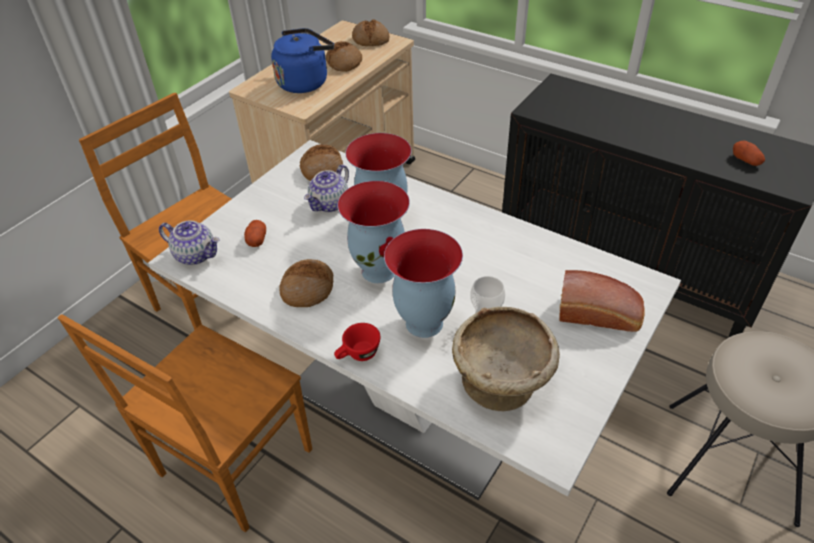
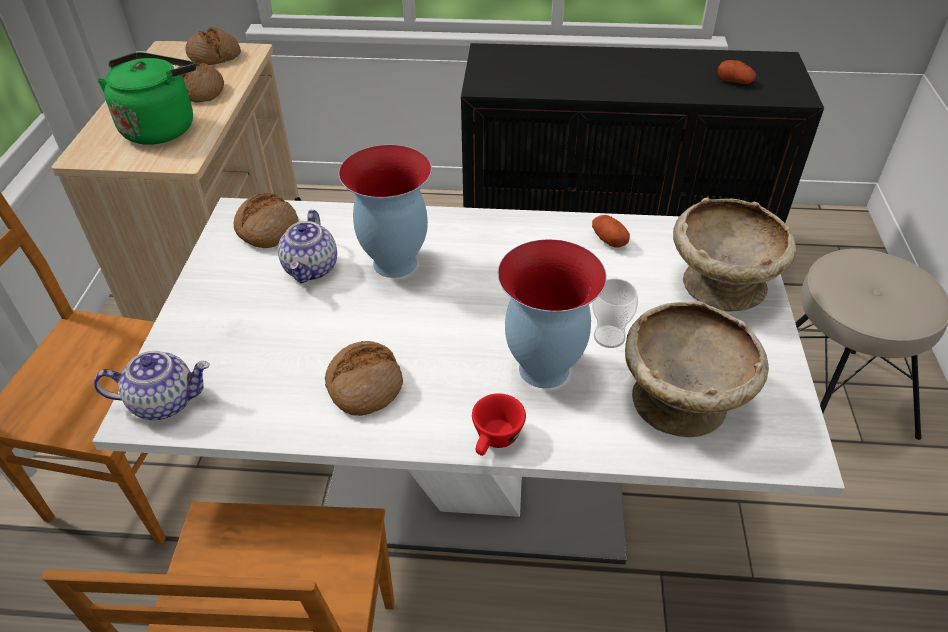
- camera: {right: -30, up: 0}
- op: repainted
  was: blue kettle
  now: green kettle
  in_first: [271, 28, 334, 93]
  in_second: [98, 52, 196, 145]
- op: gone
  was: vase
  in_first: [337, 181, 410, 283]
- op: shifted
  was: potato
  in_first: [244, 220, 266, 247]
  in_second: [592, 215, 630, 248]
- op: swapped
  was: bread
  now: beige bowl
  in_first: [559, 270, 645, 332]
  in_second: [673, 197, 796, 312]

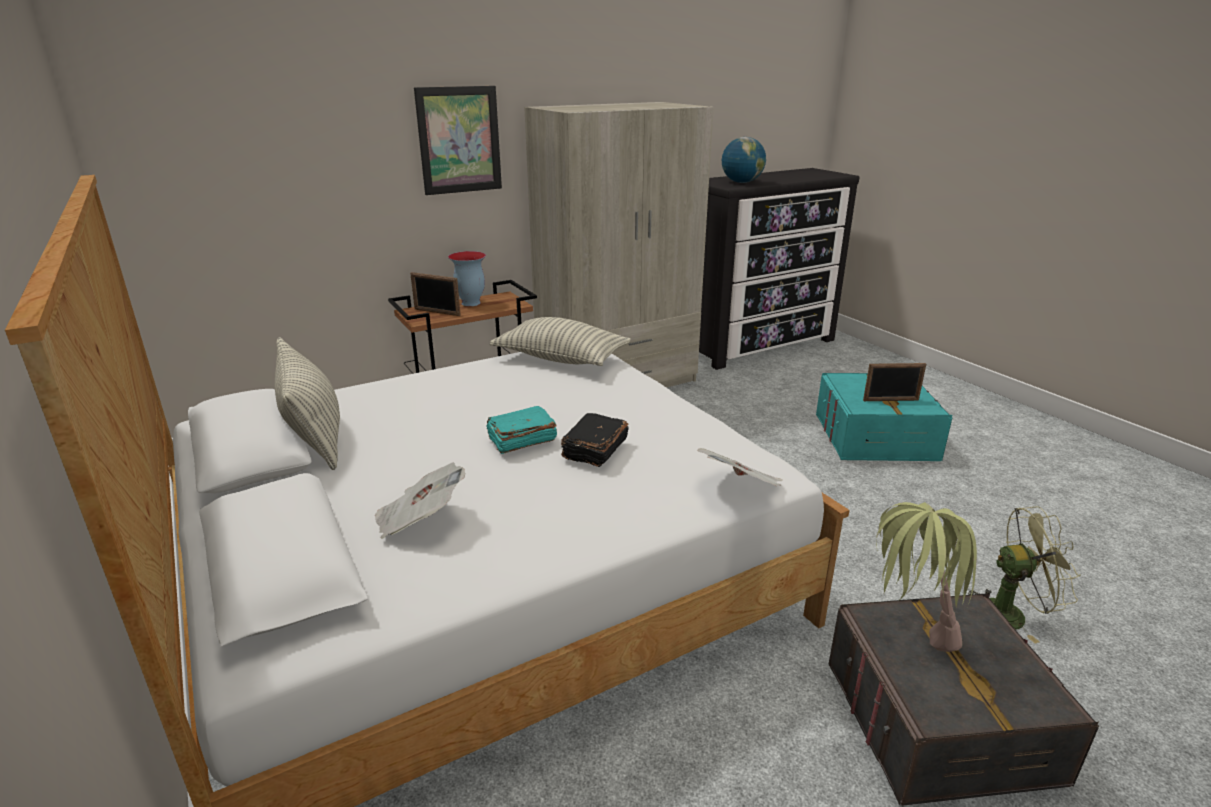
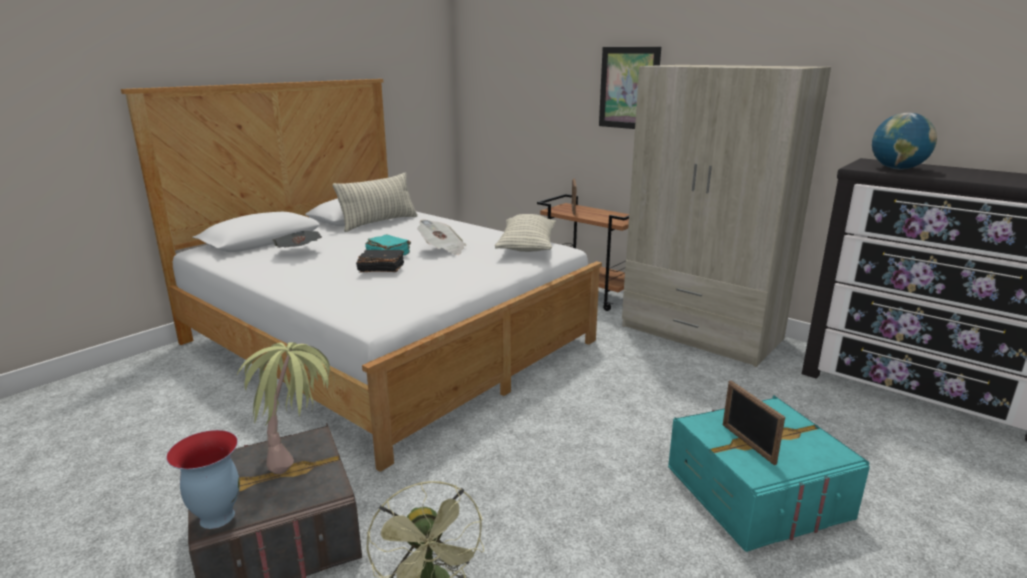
- camera: {right: 70, up: -5}
- op: shifted
  was: vase
  in_first: [448, 251, 486, 306]
  in_second: [166, 430, 240, 529]
- op: shifted
  was: newspaper
  in_first: [697, 448, 783, 486]
  in_second: [417, 219, 467, 255]

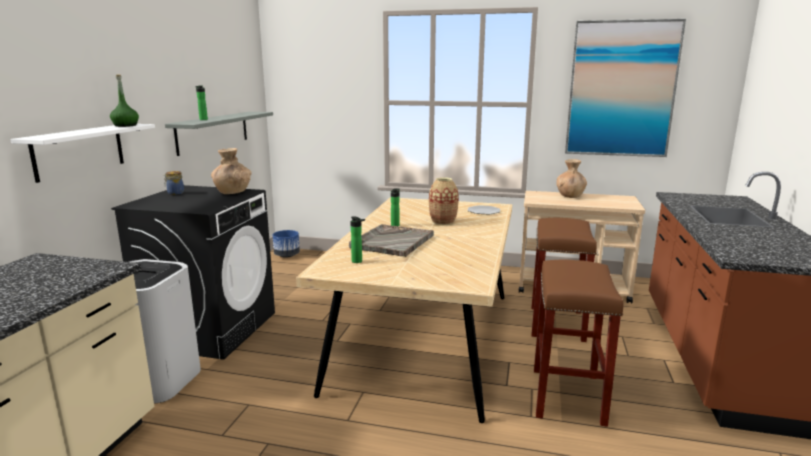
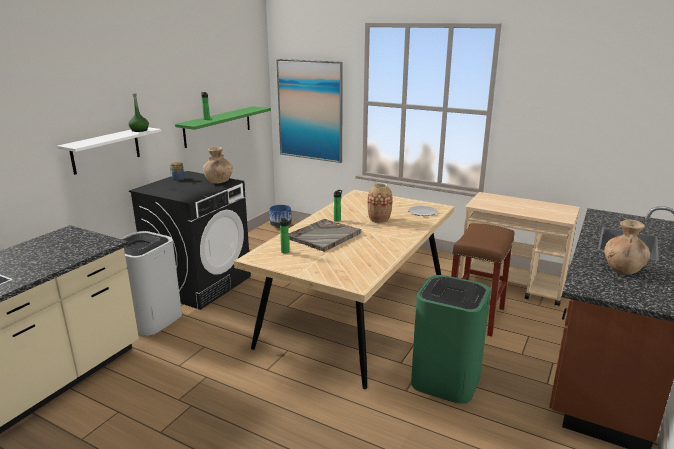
- camera: {right: 15, up: 5}
- op: shifted
  was: picture
  in_first: [565, 19, 686, 157]
  in_second: [276, 59, 343, 163]
- op: repainted
  was: grey shelf
  now: green shelf
  in_first: [165, 112, 273, 156]
  in_second: [175, 106, 271, 148]
- op: shifted
  was: brown vase
  in_first: [556, 159, 587, 198]
  in_second: [604, 219, 650, 275]
- op: swapped
  was: brown stool
  now: green trash can
  in_first: [534, 260, 623, 427]
  in_second: [411, 275, 491, 404]

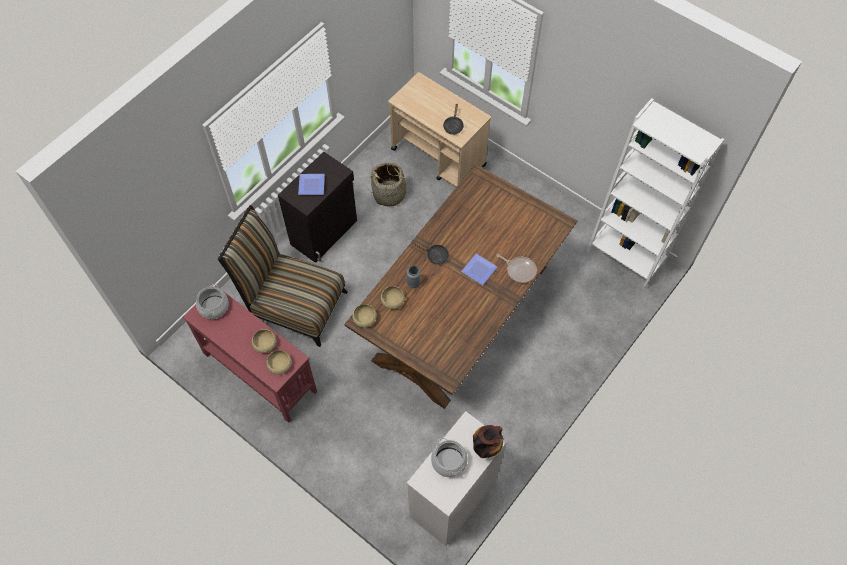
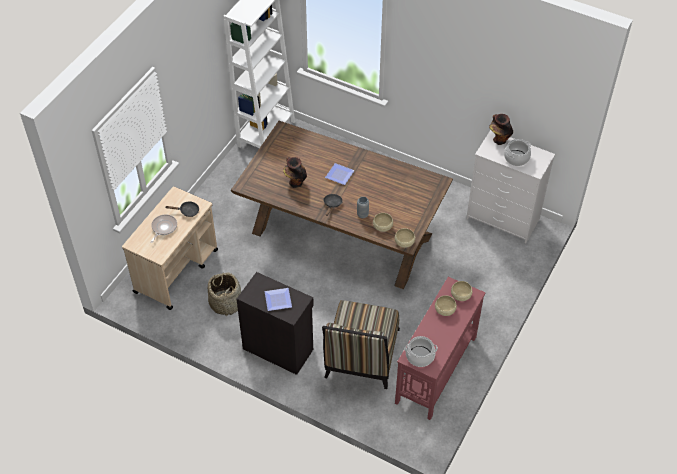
- camera: {right: -100, up: -10}
- op: shifted
  was: frying pan
  in_first: [496, 254, 537, 283]
  in_second: [150, 214, 177, 243]
- op: new
  now: vase
  in_second: [283, 157, 307, 188]

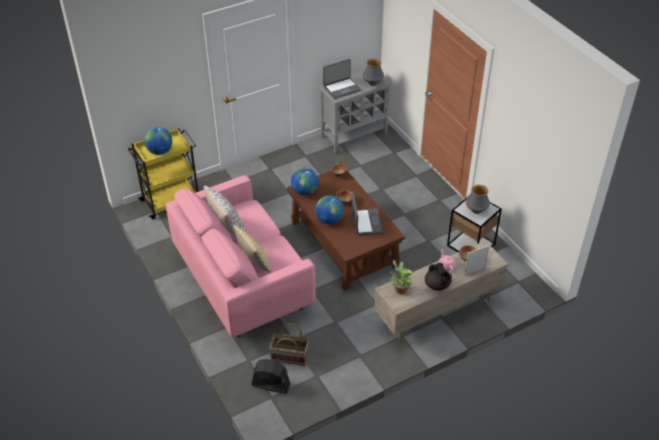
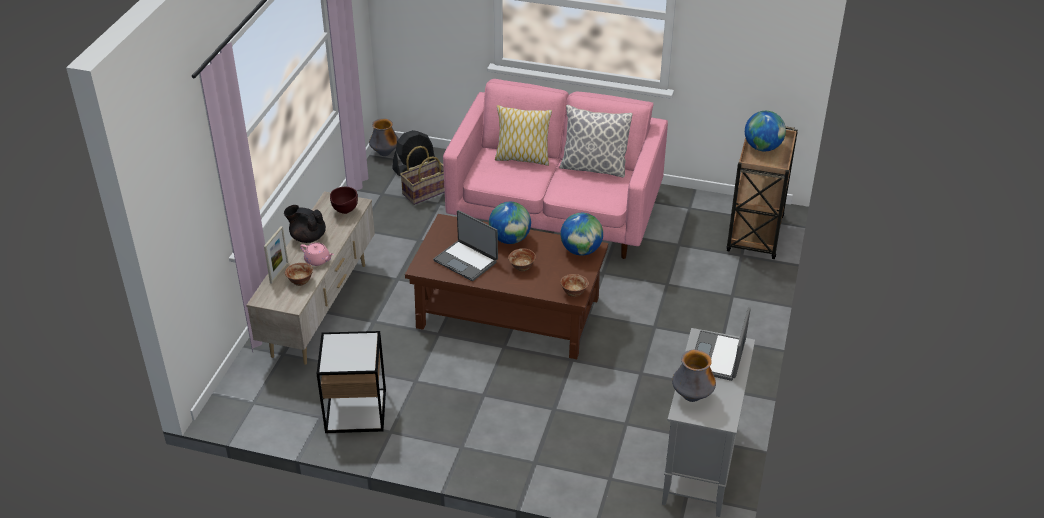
- camera: {right: 135, up: -5}
- op: repainted
  was: yellow cart
  now: brown cart
  in_first: [128, 128, 199, 219]
  in_second: [726, 126, 798, 259]
- op: shifted
  was: vase
  in_first: [466, 185, 490, 214]
  in_second: [369, 118, 399, 156]
- op: swapped
  was: potted plant
  now: brown bowl
  in_first: [390, 260, 414, 295]
  in_second: [330, 187, 358, 214]

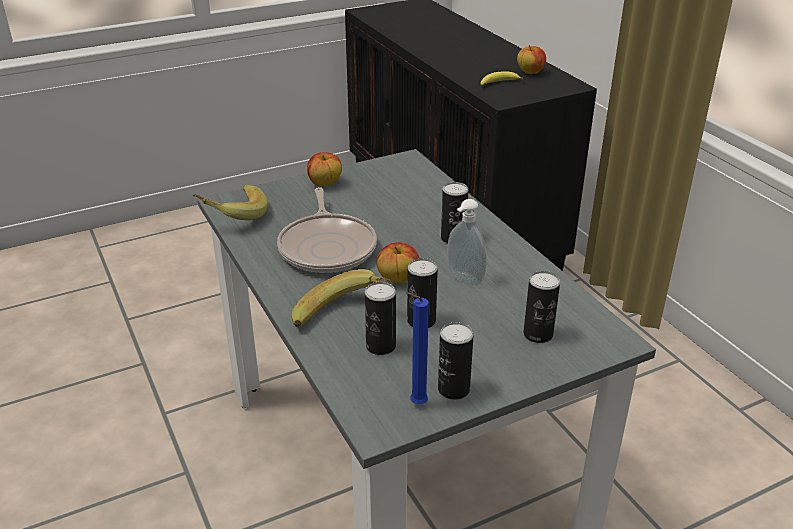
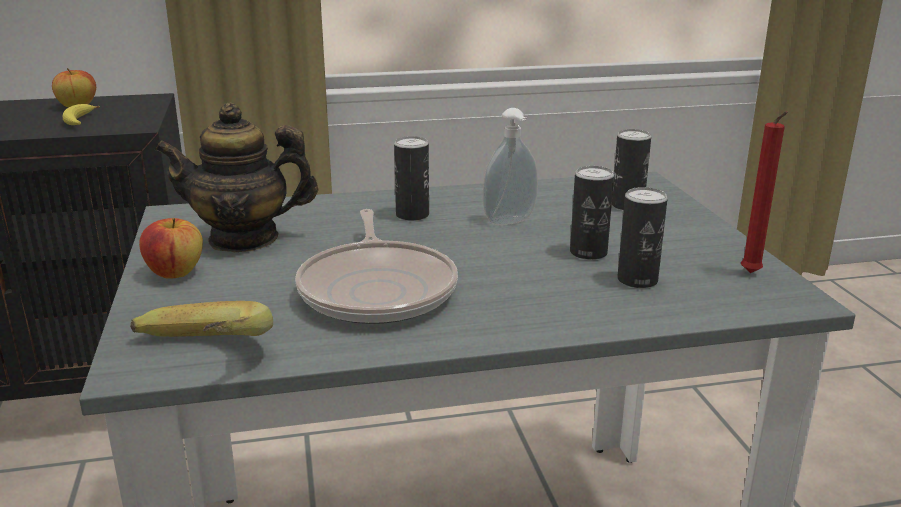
- camera: {right: -75, up: -10}
- op: rotated
  was: frying pan
  in_first: [277, 187, 377, 273]
  in_second: [295, 209, 458, 324]
  clockwise: 75
- op: gone
  was: apple
  in_first: [377, 242, 419, 283]
- op: gone
  was: banana
  in_first: [291, 269, 392, 327]
- op: repainted
  was: blue candle
  now: red candle
  in_first: [406, 292, 429, 404]
  in_second: [741, 111, 788, 273]
- op: gone
  was: can
  in_first: [438, 322, 474, 400]
- op: new
  now: teapot
  in_second: [155, 103, 318, 252]

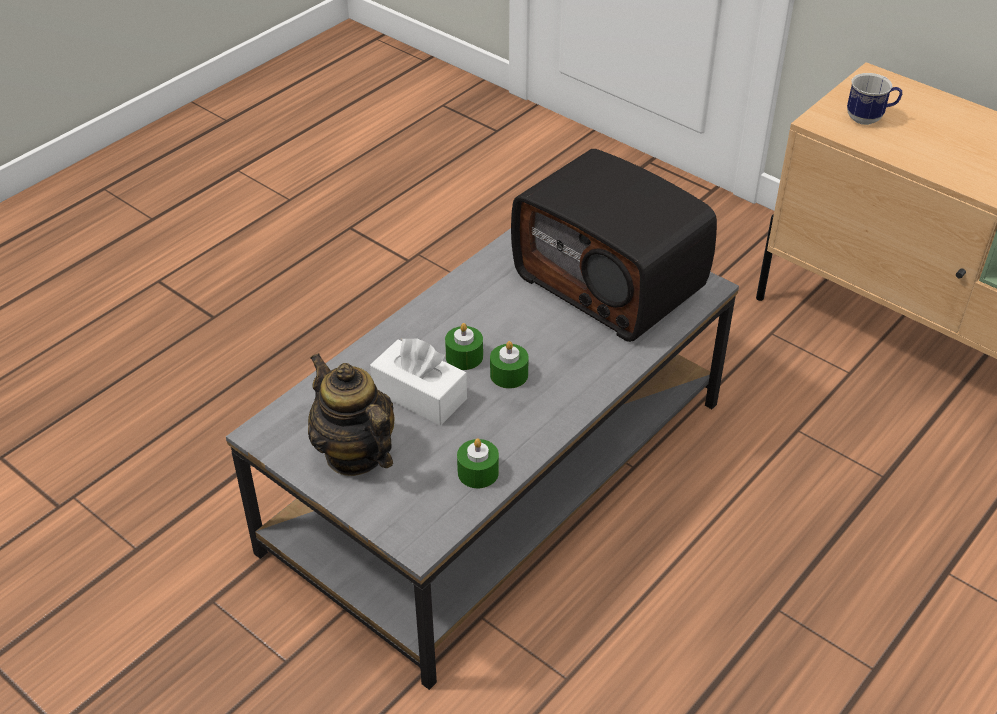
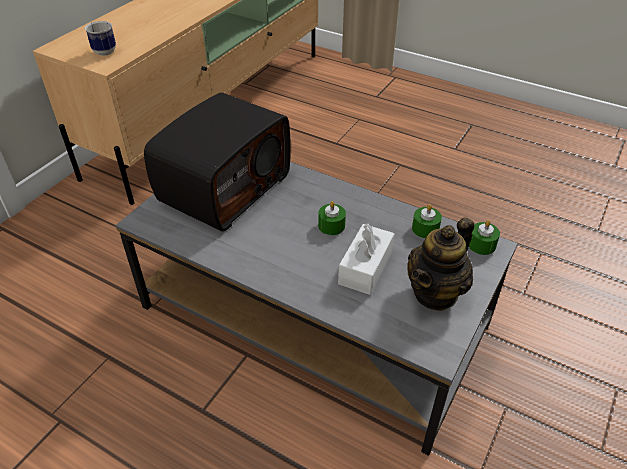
- camera: {right: -100, up: 0}
- op: shifted
  was: green candle
  in_first: [445, 323, 483, 370]
  in_second: [469, 220, 500, 255]

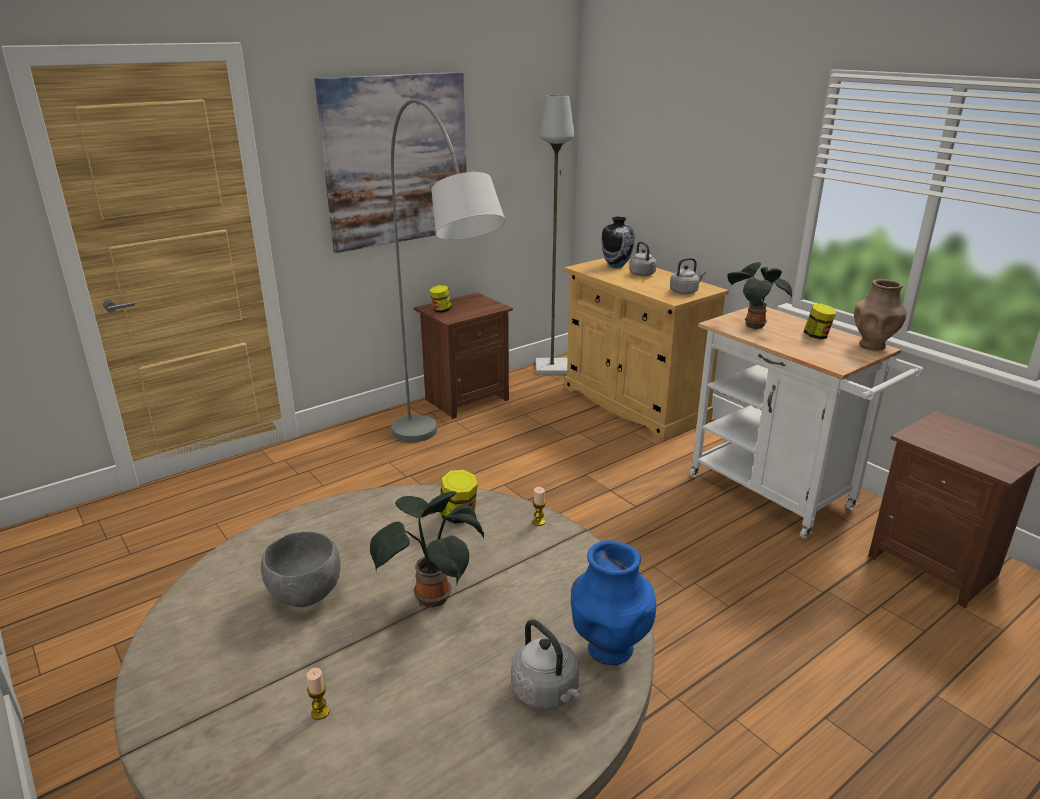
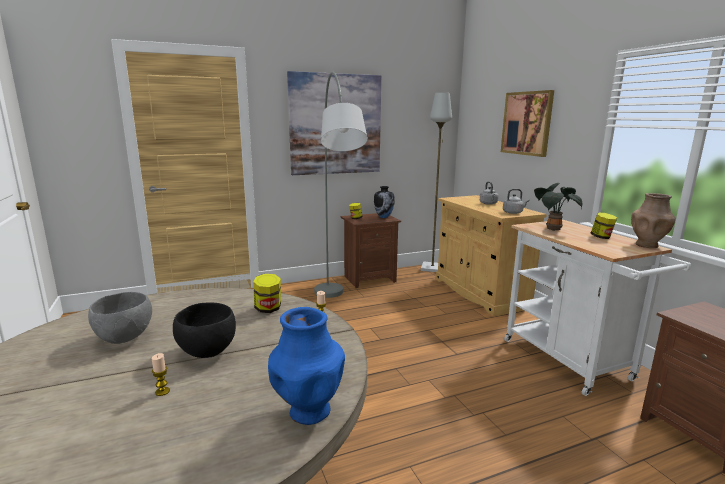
- camera: {right: 15, up: -10}
- op: shifted
  was: vase
  in_first: [601, 216, 635, 268]
  in_second: [374, 186, 395, 218]
- op: swapped
  was: potted plant
  now: black bowl
  in_first: [370, 491, 484, 608]
  in_second: [173, 303, 236, 358]
- op: gone
  was: grey kettle
  in_first: [511, 619, 580, 710]
- op: shifted
  was: candle
  in_first: [307, 668, 330, 720]
  in_second: [152, 353, 170, 396]
- op: new
  now: picture
  in_second: [501, 90, 554, 157]

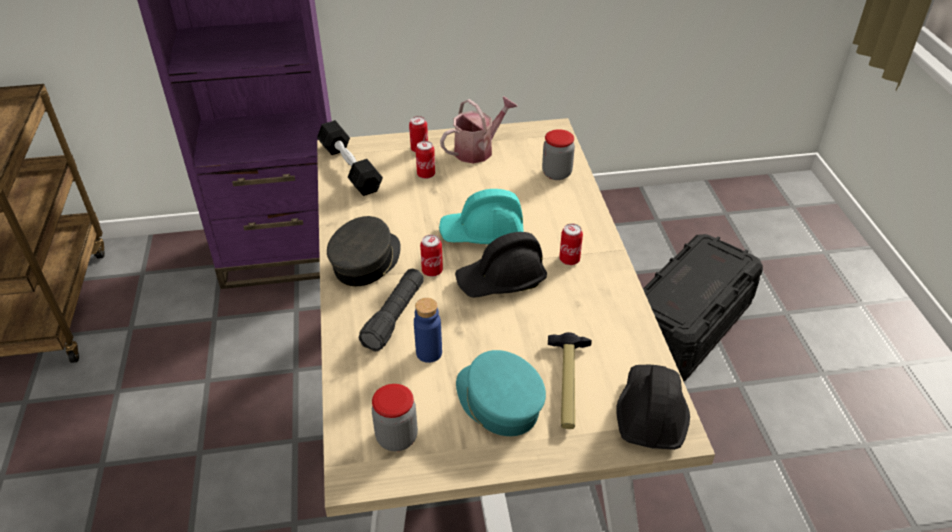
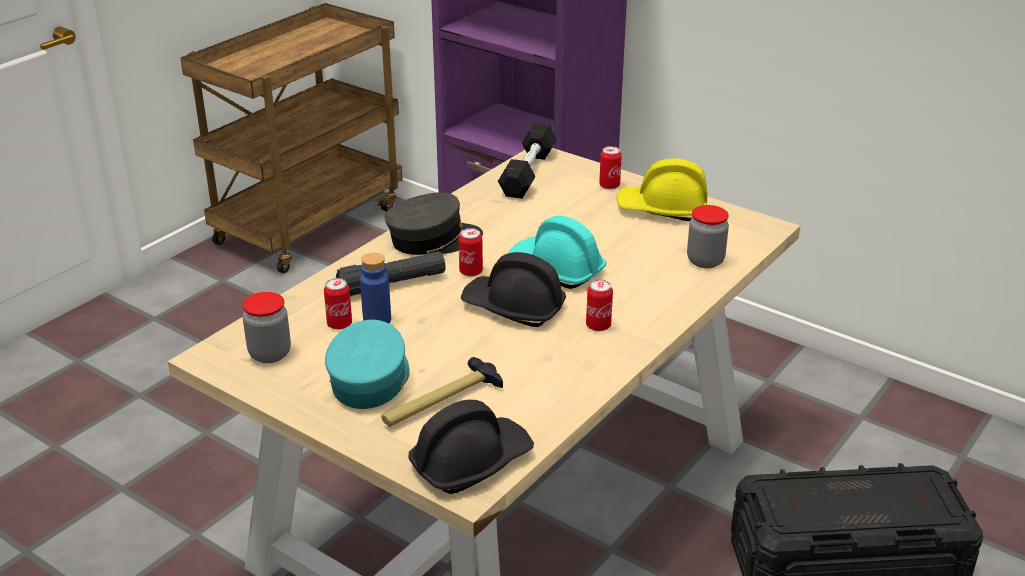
- camera: {right: 45, up: -10}
- op: swapped
  was: watering can
  now: yellow hard hat
  in_first: [440, 96, 518, 163]
  in_second: [617, 159, 707, 221]
- op: shifted
  was: can
  in_first: [416, 141, 435, 179]
  in_second: [324, 278, 352, 330]

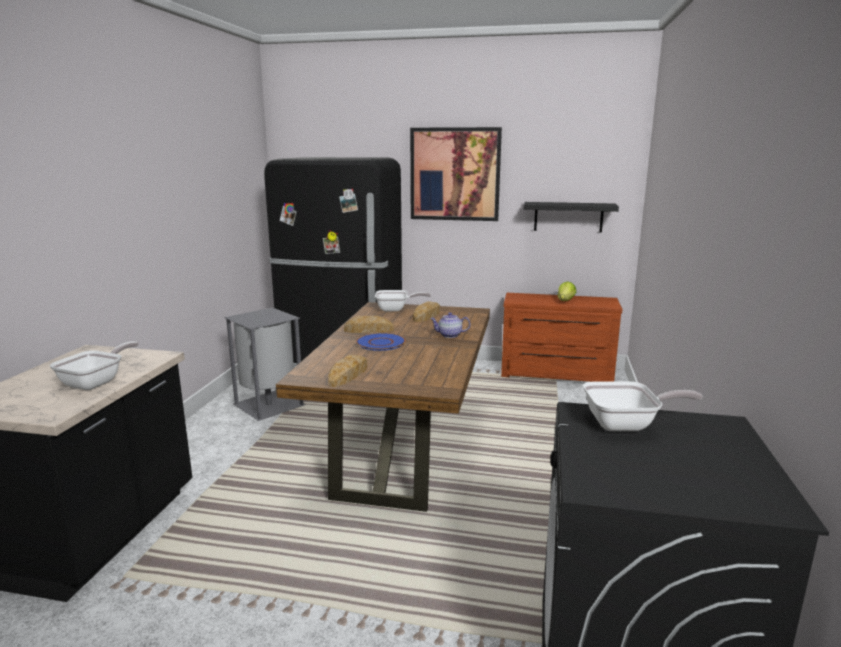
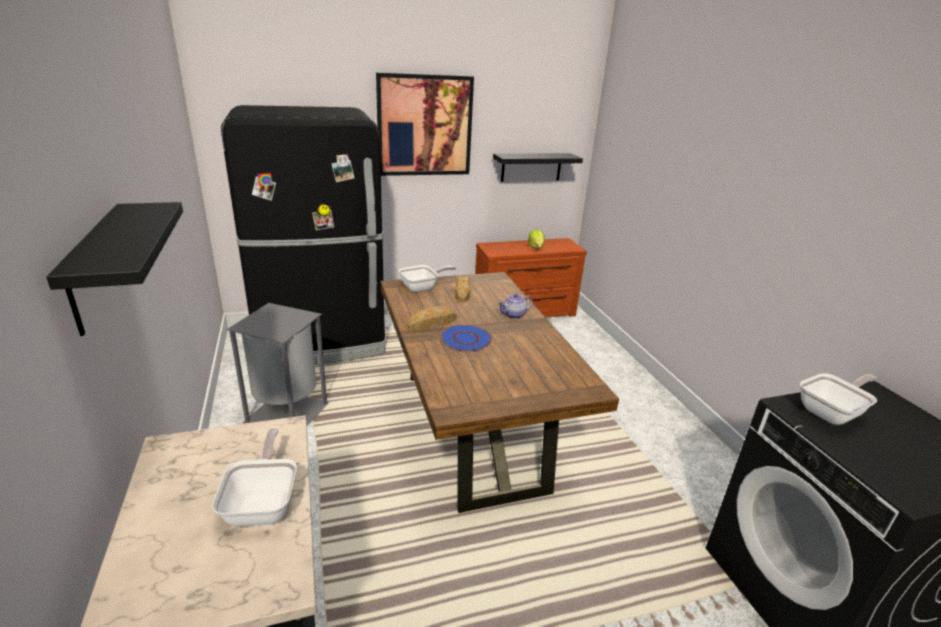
- camera: {right: -30, up: 10}
- op: gone
  was: bread
  in_first: [328, 355, 367, 387]
- op: new
  now: black shelf
  in_second: [46, 202, 183, 336]

